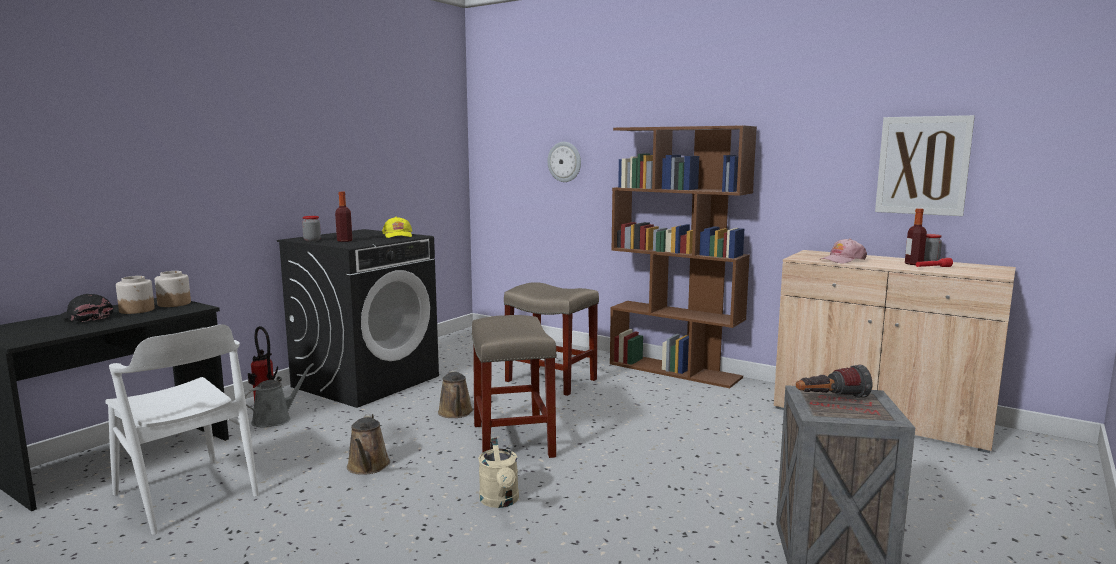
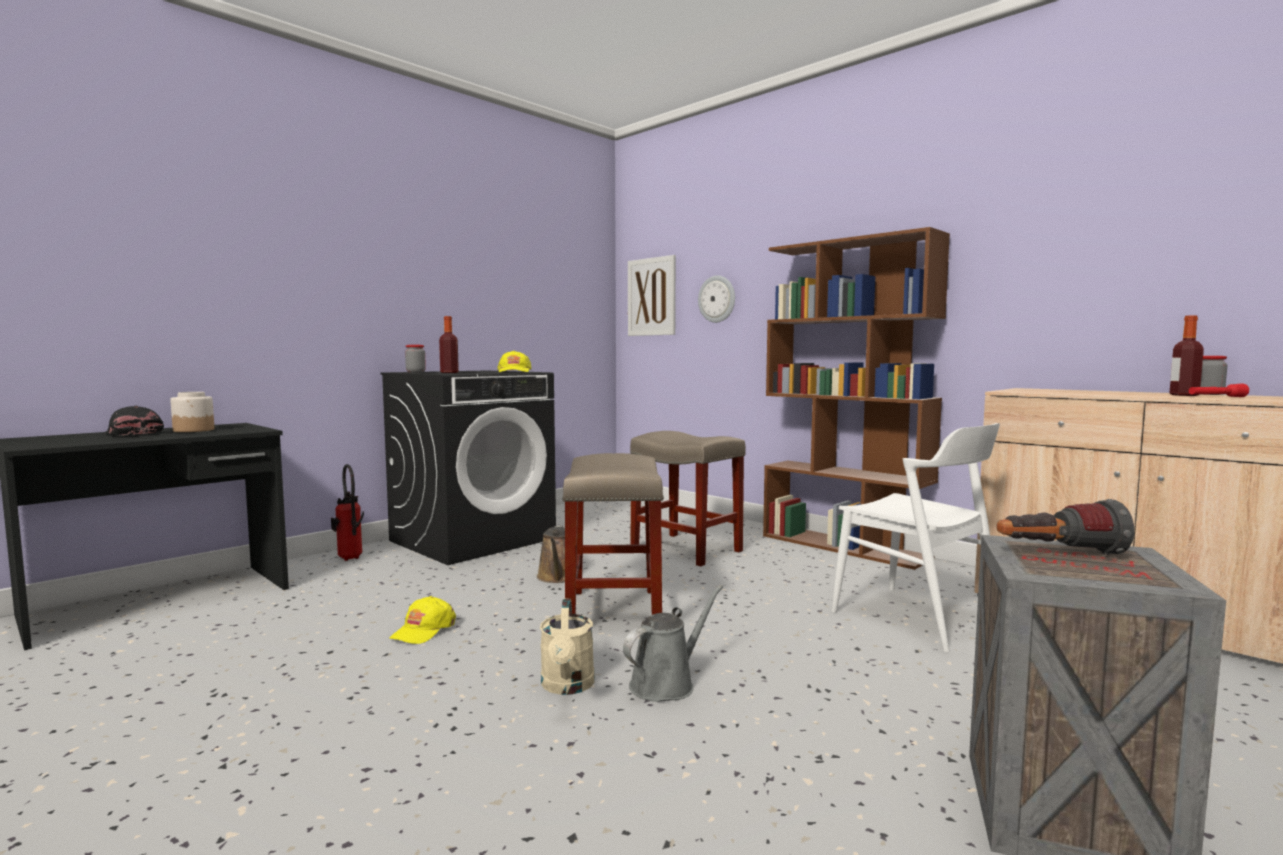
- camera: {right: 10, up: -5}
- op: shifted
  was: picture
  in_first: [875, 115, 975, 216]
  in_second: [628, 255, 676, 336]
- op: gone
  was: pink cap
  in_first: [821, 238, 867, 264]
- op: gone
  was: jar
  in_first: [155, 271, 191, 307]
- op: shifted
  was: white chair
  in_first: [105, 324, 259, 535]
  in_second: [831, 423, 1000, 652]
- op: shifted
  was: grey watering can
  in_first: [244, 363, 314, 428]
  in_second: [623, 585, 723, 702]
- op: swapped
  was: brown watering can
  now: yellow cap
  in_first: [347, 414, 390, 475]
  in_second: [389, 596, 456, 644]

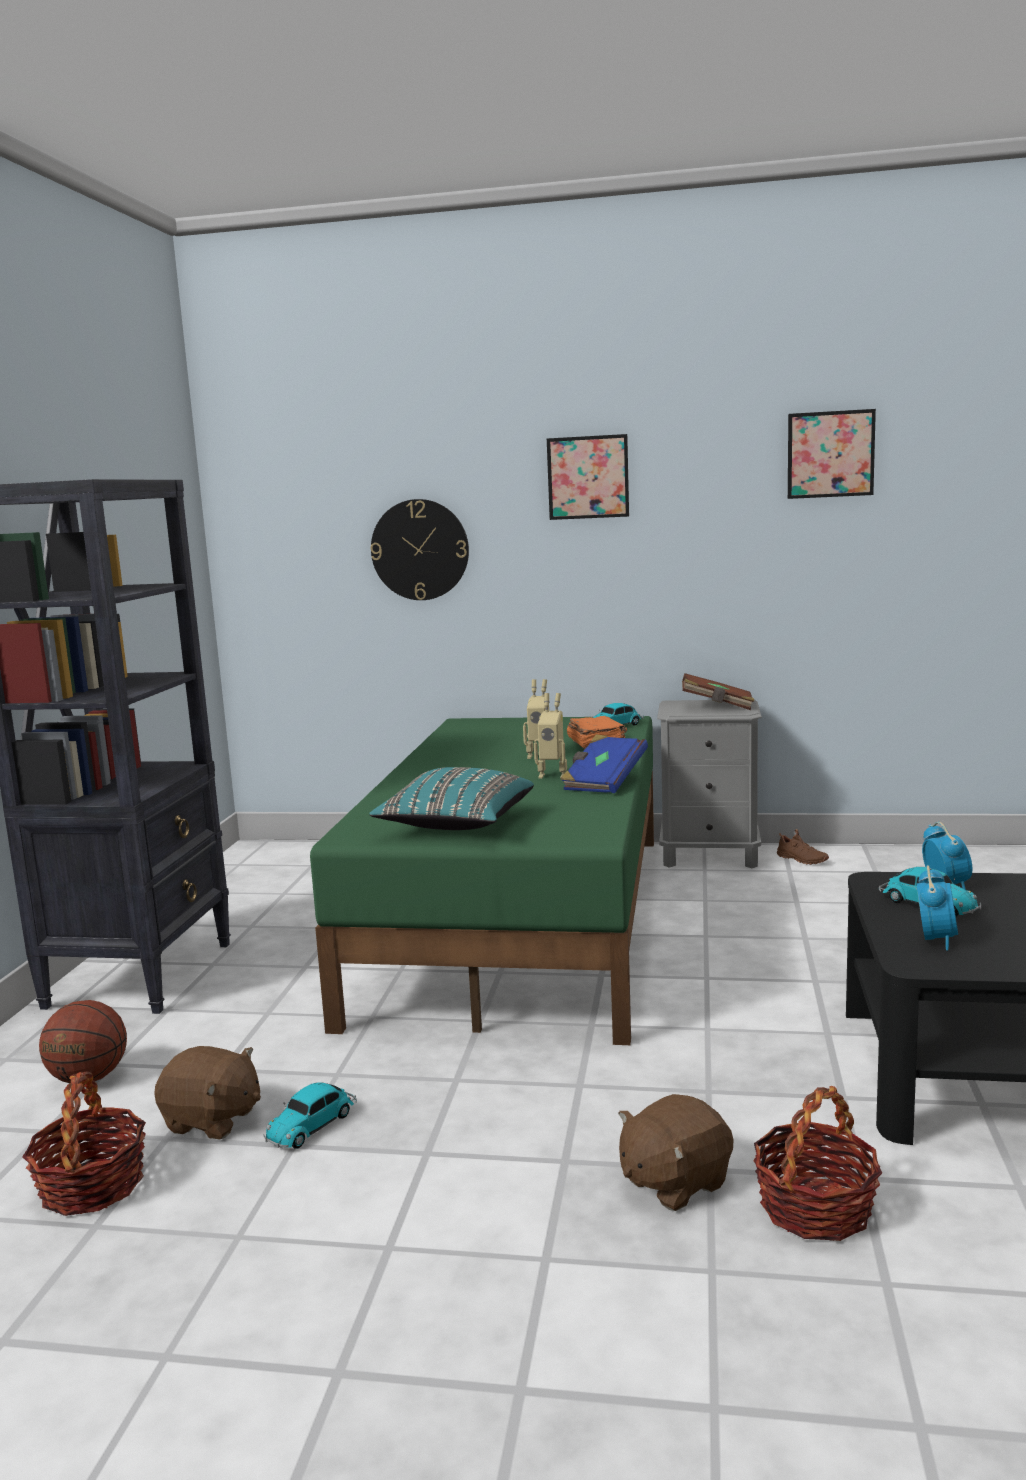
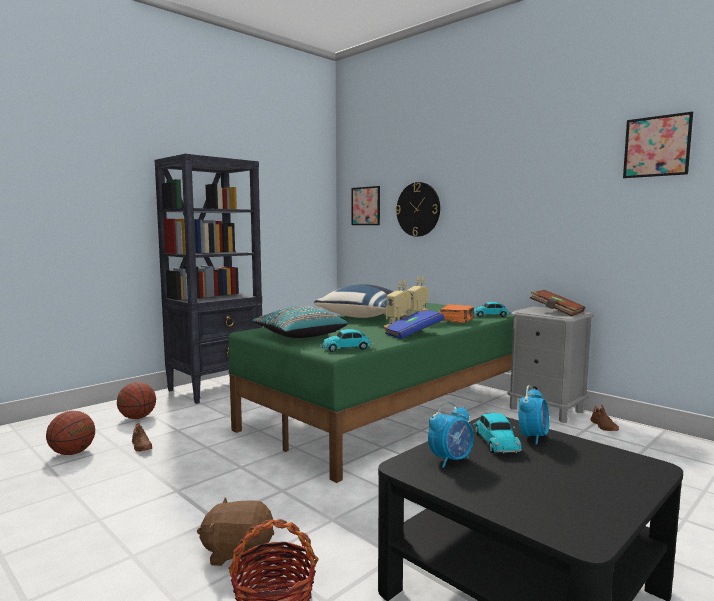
- camera: {right: 35, up: -5}
- op: shifted
  was: picture
  in_first: [547, 434, 629, 520]
  in_second: [352, 186, 380, 225]
- op: swapped
  was: brown plush toy
  now: brown shoe
  in_first: [154, 1046, 261, 1139]
  in_second: [132, 422, 152, 452]
- op: swapped
  was: basket
  now: basketball
  in_first: [22, 1071, 146, 1216]
  in_second: [46, 411, 95, 455]
- op: shifted
  was: toy car
  in_first: [264, 1082, 357, 1149]
  in_second: [320, 329, 374, 352]
- op: new
  now: blue pillow
  in_second: [314, 284, 394, 318]

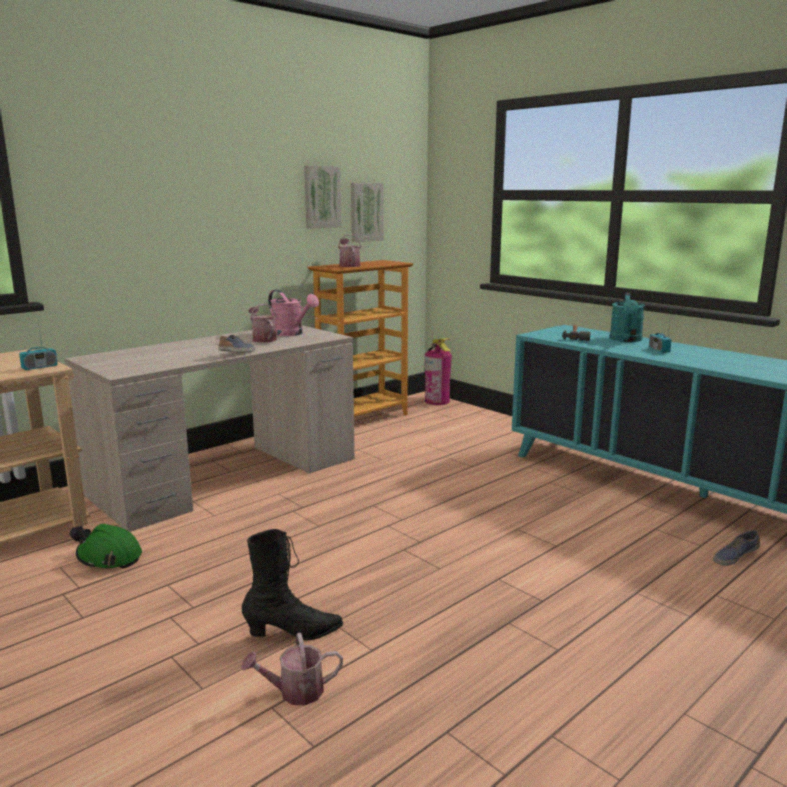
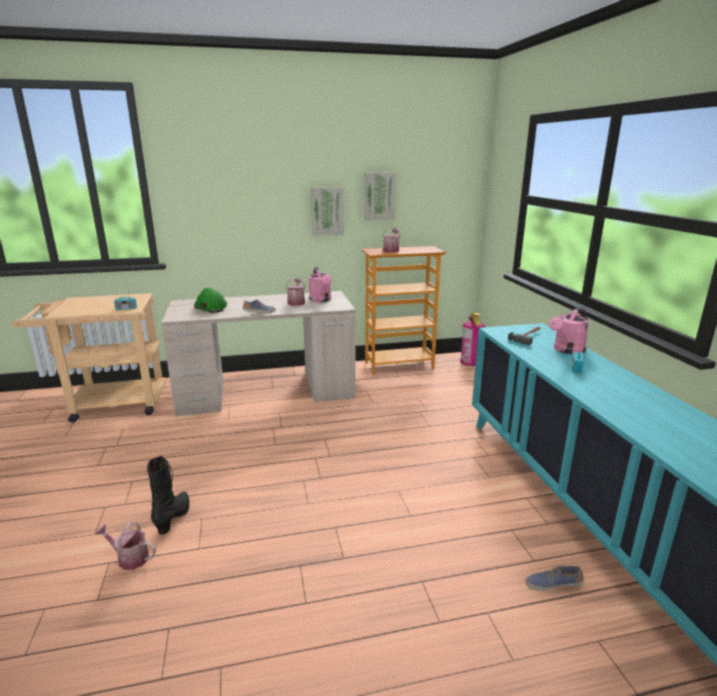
- camera: {right: 30, up: 5}
- op: shifted
  was: picture
  in_first: [351, 183, 384, 242]
  in_second: [311, 187, 343, 236]
- op: repainted
  was: turquoise watering can
  now: pink watering can
  in_first: [610, 293, 645, 342]
  in_second: [549, 306, 590, 354]
- op: shifted
  was: green hard hat
  in_first: [76, 524, 142, 569]
  in_second: [194, 288, 227, 313]
- op: rotated
  was: black boot
  in_first: [242, 529, 343, 641]
  in_second: [147, 456, 189, 535]
  clockwise: -105

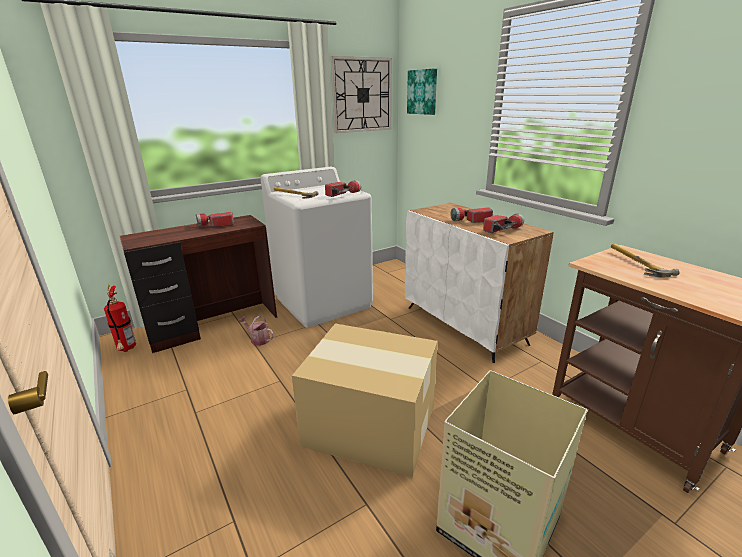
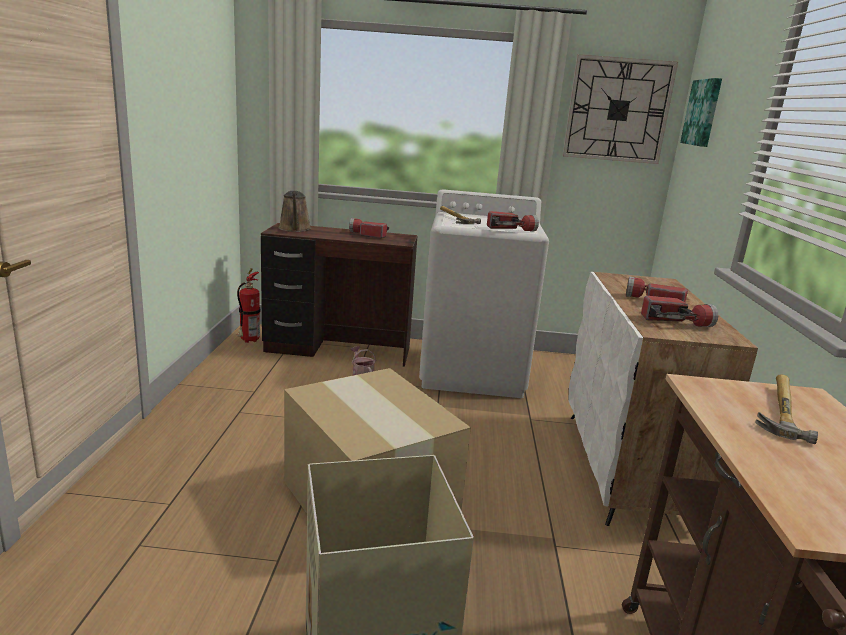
- camera: {right: 35, up: -5}
- op: new
  now: brown watering can
  in_second: [278, 191, 311, 232]

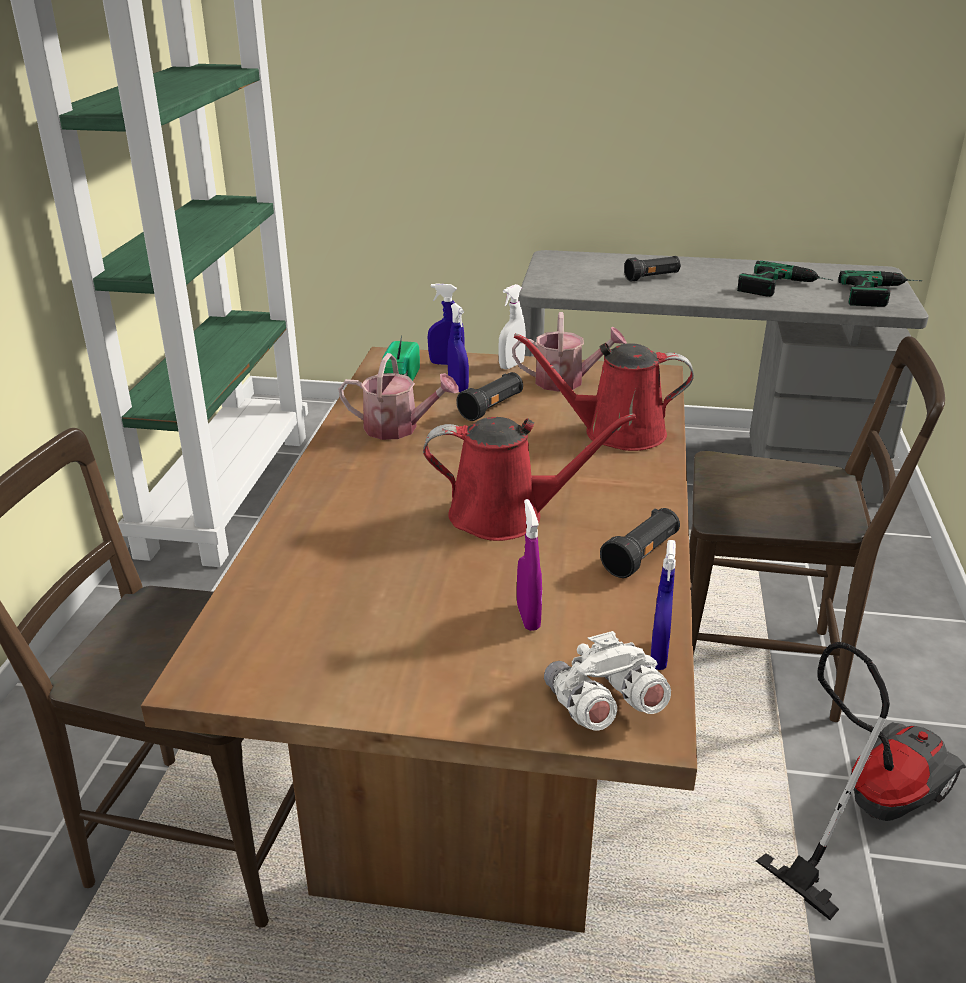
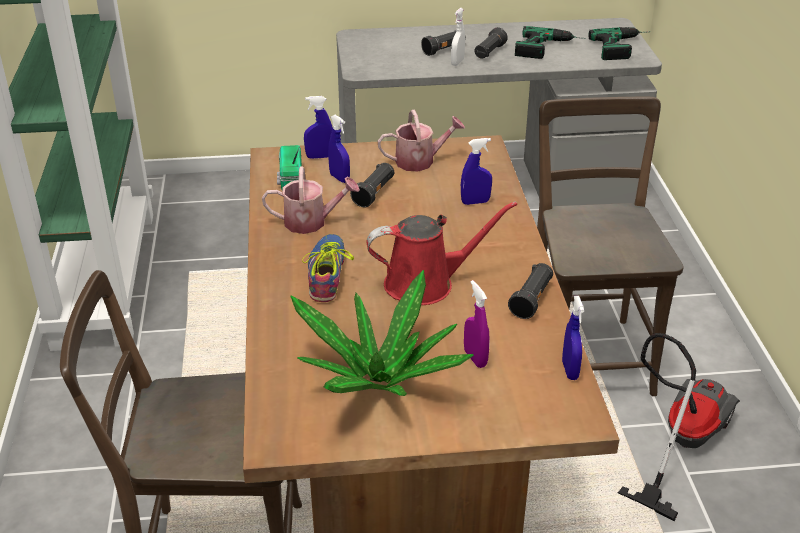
- camera: {right: -15, up: 5}
- op: shifted
  was: white spray bottle
  in_first: [498, 284, 526, 369]
  in_second: [451, 8, 465, 66]
- op: swapped
  was: red watering can
  now: blue spray bottle
  in_first: [514, 333, 694, 451]
  in_second: [461, 138, 492, 205]
- op: rotated
  was: brown chair
  in_first: [689, 336, 945, 722]
  in_second: [537, 97, 684, 396]
  clockwise: -90
- op: gone
  was: white binoculars
  in_first: [544, 631, 671, 731]
- op: new
  now: black flashlight
  in_second: [474, 27, 508, 59]
- op: new
  now: shoe
  in_second: [302, 234, 354, 302]
- op: new
  now: potted plant
  in_second: [290, 270, 474, 396]

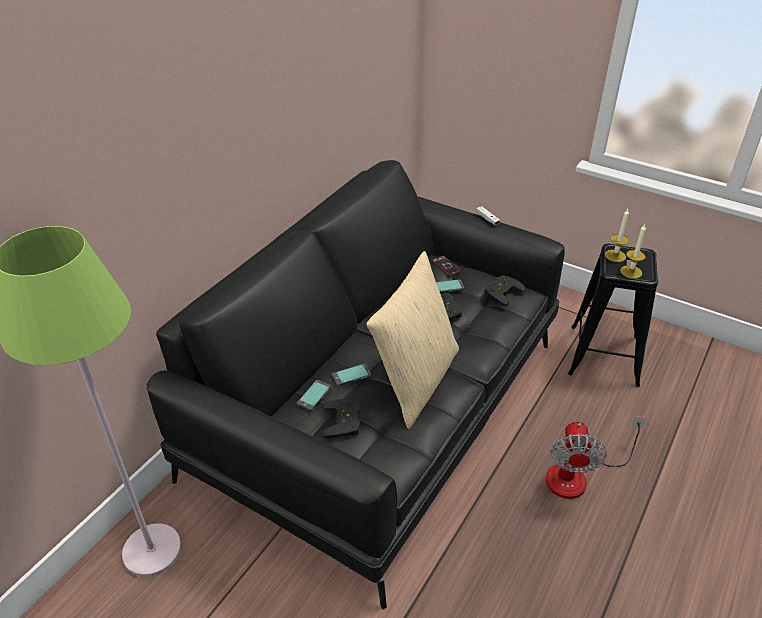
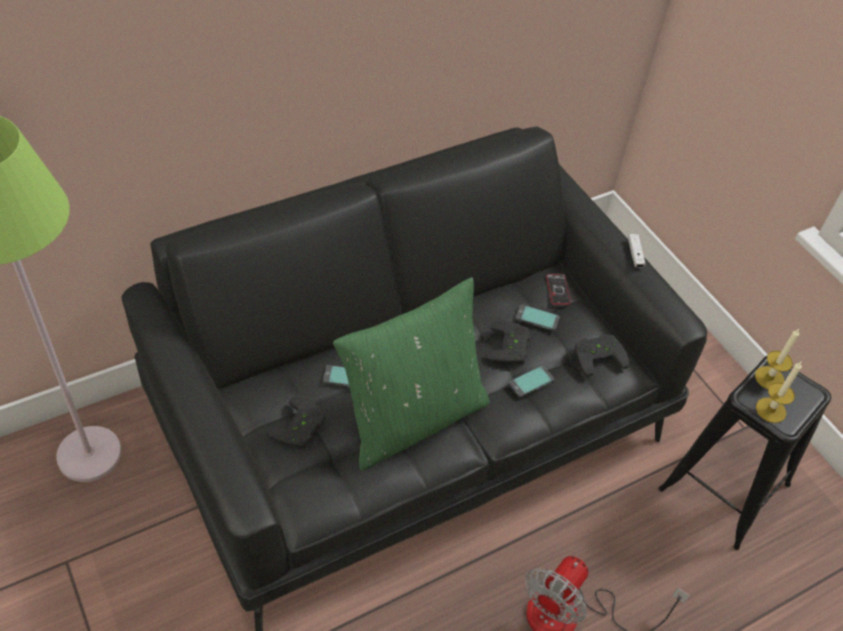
- camera: {right: 25, up: 10}
- op: repainted
  was: beige pillow
  now: green pillow
  in_first: [367, 251, 459, 429]
  in_second: [333, 277, 490, 471]
- op: shifted
  was: phone
  in_first: [297, 380, 331, 411]
  in_second: [508, 365, 554, 398]

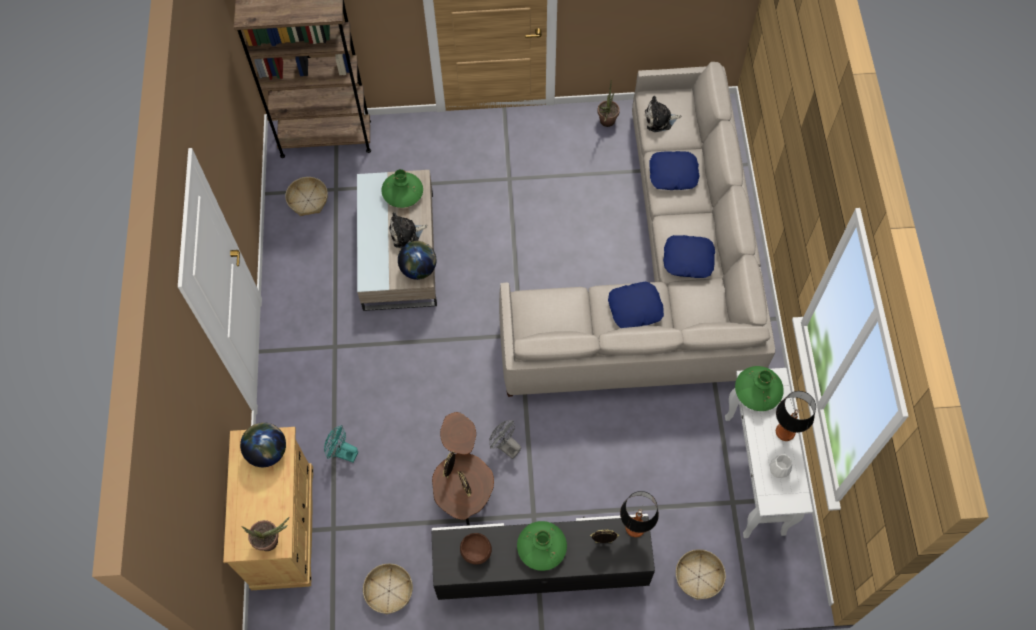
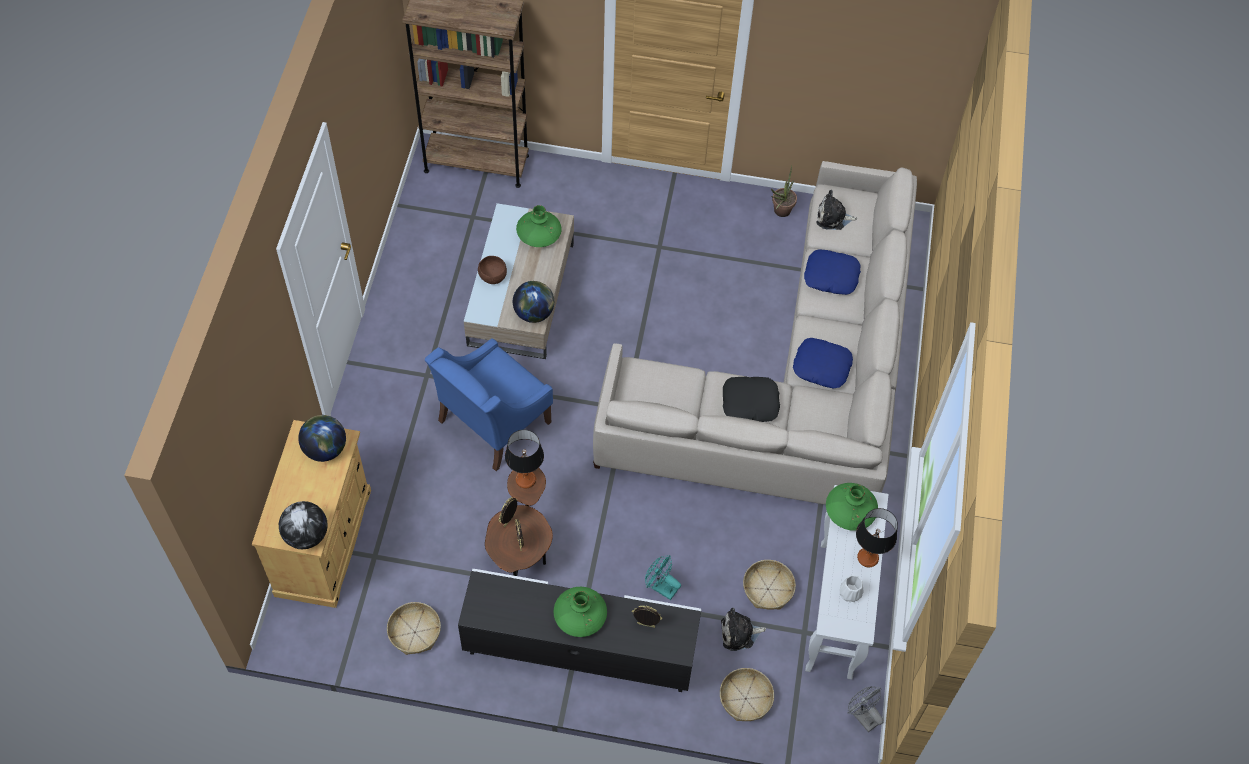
- camera: {right: 10, up: -5}
- op: shifted
  was: basket
  in_first: [285, 177, 328, 216]
  in_second: [743, 560, 796, 610]
- op: shifted
  was: plush toy
  in_first: [389, 212, 427, 248]
  in_second: [721, 608, 766, 651]
- op: repainted
  was: blue pillow
  now: black pillow
  in_first: [608, 282, 664, 328]
  in_second: [723, 377, 780, 422]
- op: shifted
  was: grey fan
  in_first: [489, 420, 521, 459]
  in_second: [848, 686, 884, 732]
- op: shifted
  was: turquoise fan
  in_first: [324, 425, 358, 463]
  in_second: [645, 555, 681, 600]
- op: shifted
  was: table lamp
  in_first: [620, 491, 659, 537]
  in_second: [505, 430, 544, 489]
- op: swapped
  was: potted plant
  now: globe
  in_first: [241, 517, 289, 551]
  in_second: [279, 501, 328, 549]
- op: shifted
  was: brown bowl
  in_first: [460, 533, 492, 564]
  in_second: [478, 256, 507, 284]
- op: new
  now: blue armchair
  in_second: [425, 338, 553, 471]

